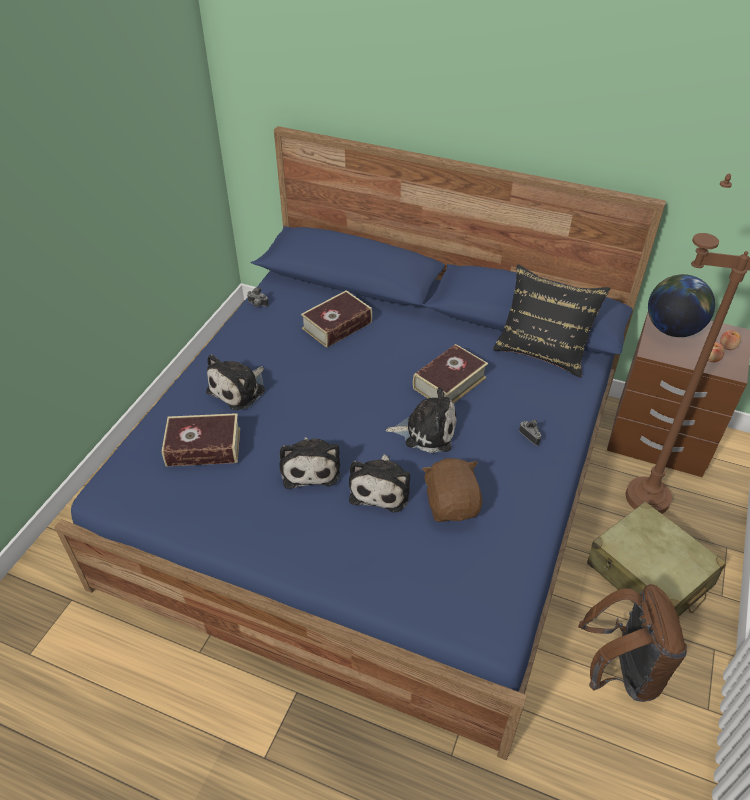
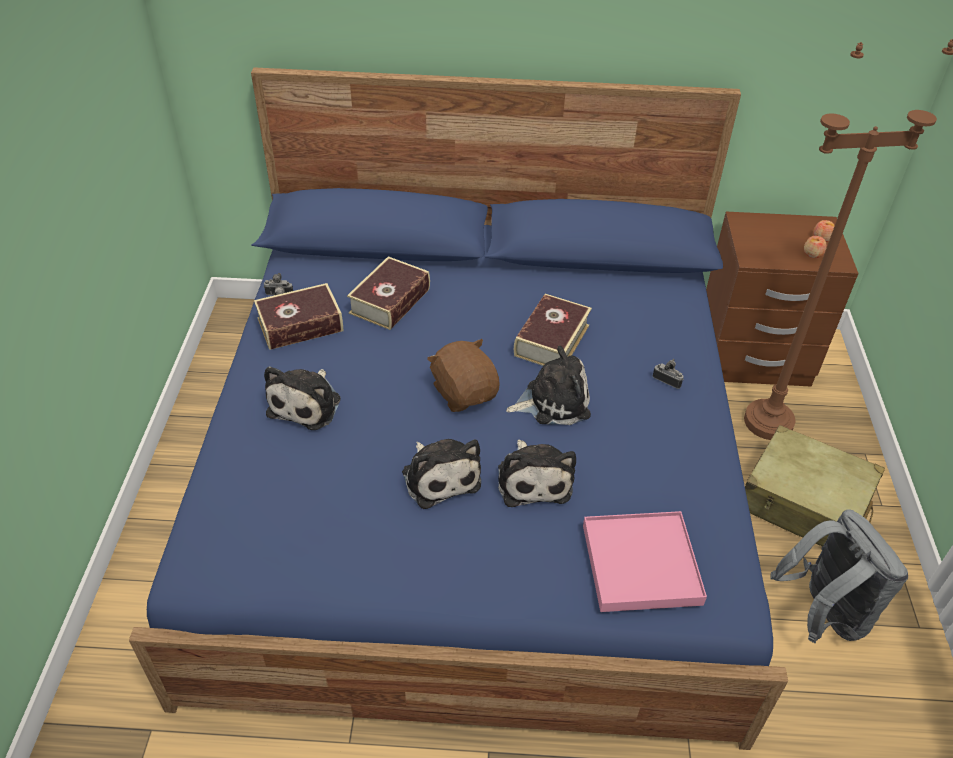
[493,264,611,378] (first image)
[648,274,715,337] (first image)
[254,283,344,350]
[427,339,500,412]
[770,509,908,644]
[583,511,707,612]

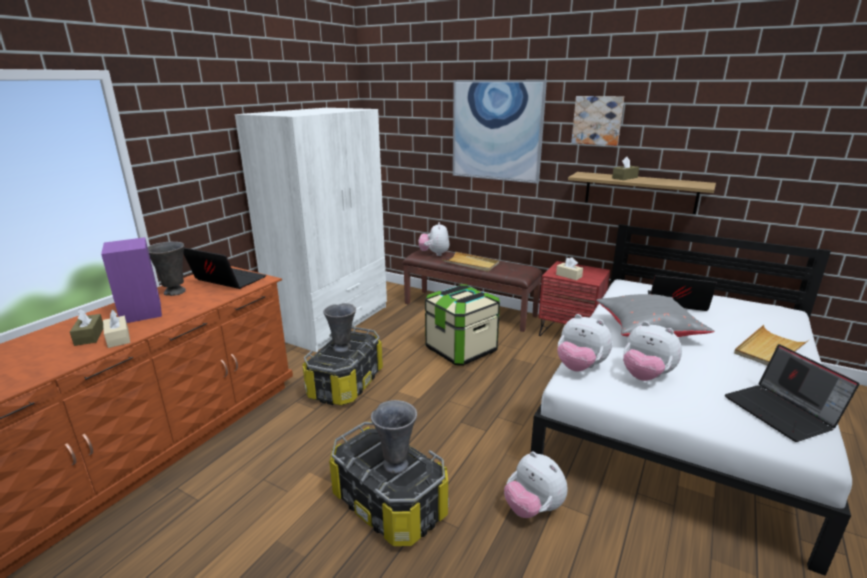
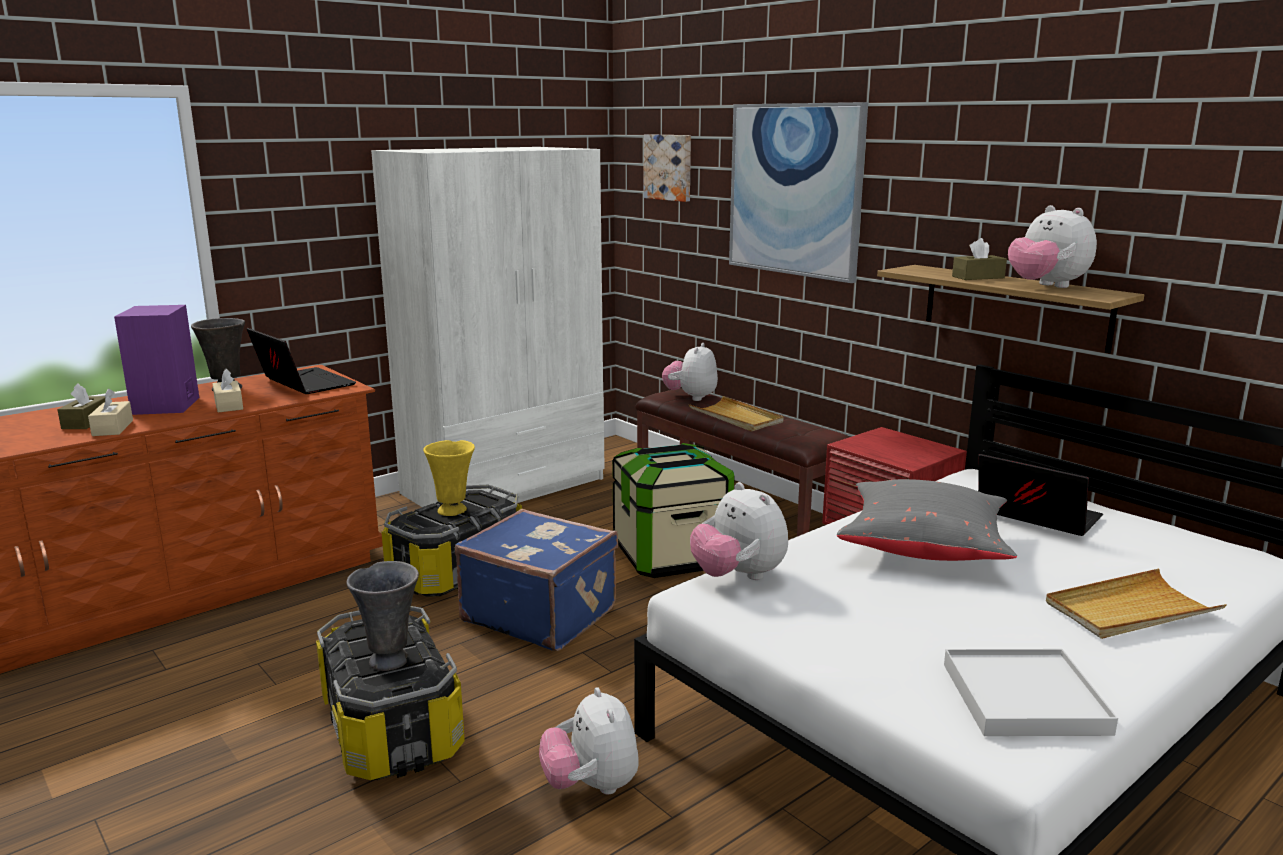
[644,134,691,202]
[212,369,243,413]
[423,440,475,516]
[1008,205,1097,288]
[944,649,1118,736]
[455,509,618,651]

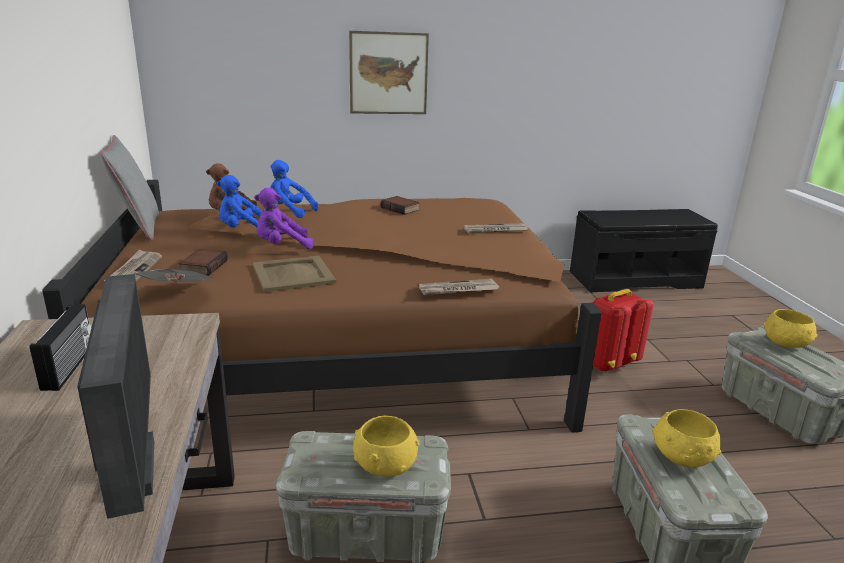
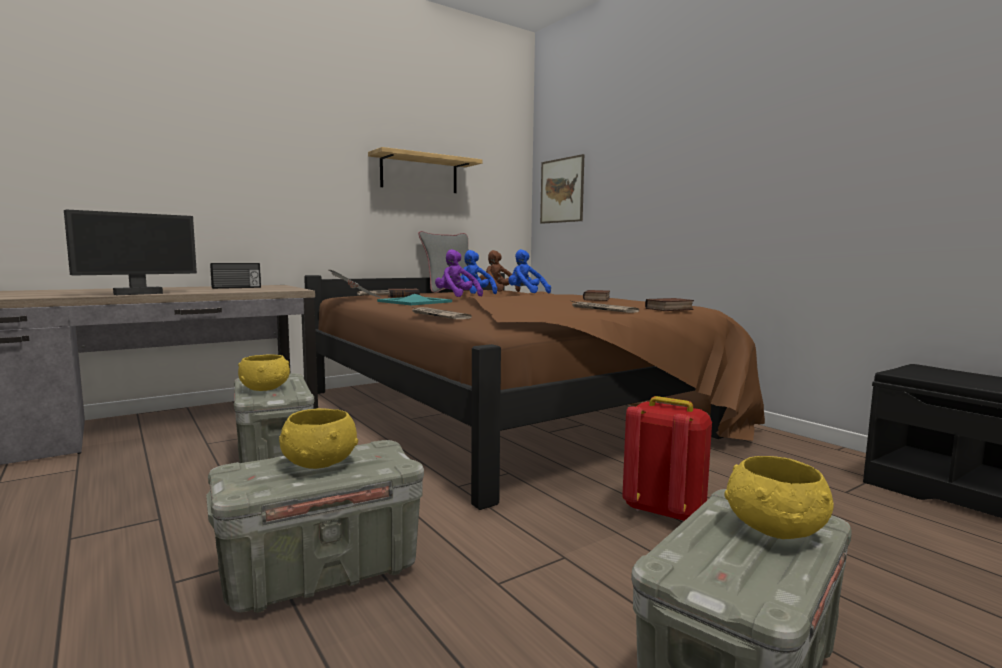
[540,154,584,224]
[508,249,551,293]
[377,294,452,305]
[368,147,482,193]
[645,298,694,311]

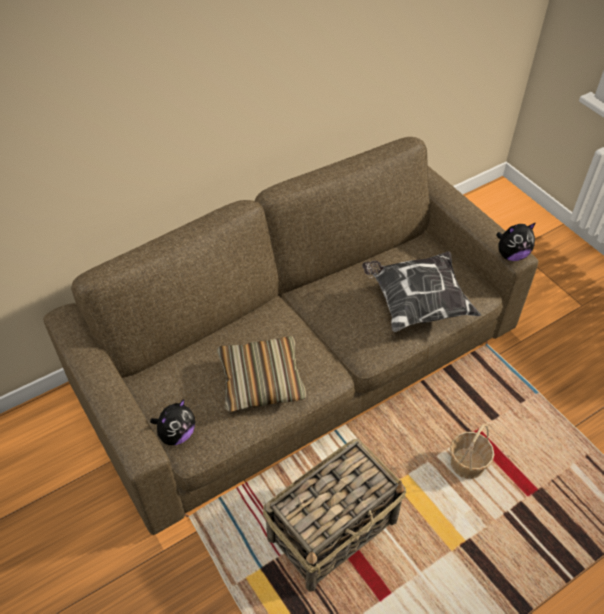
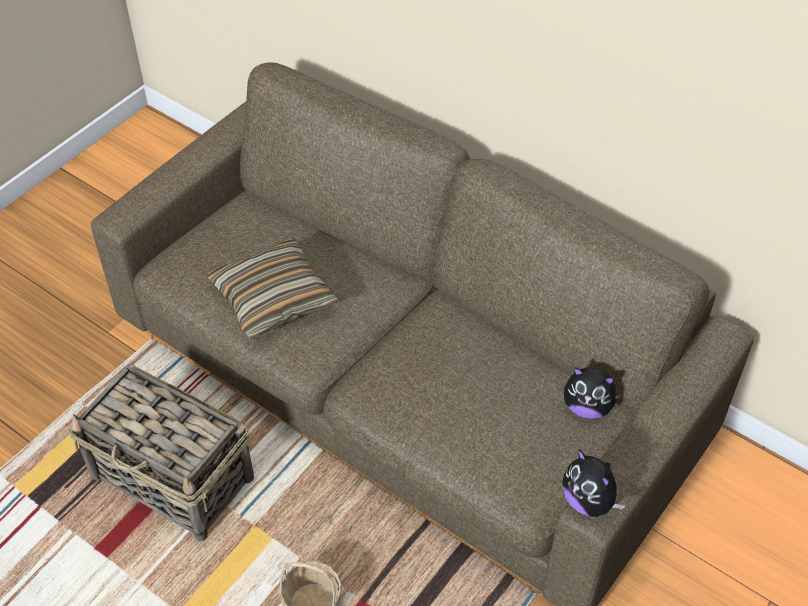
[362,252,481,332] (first image)
[564,367,622,419]

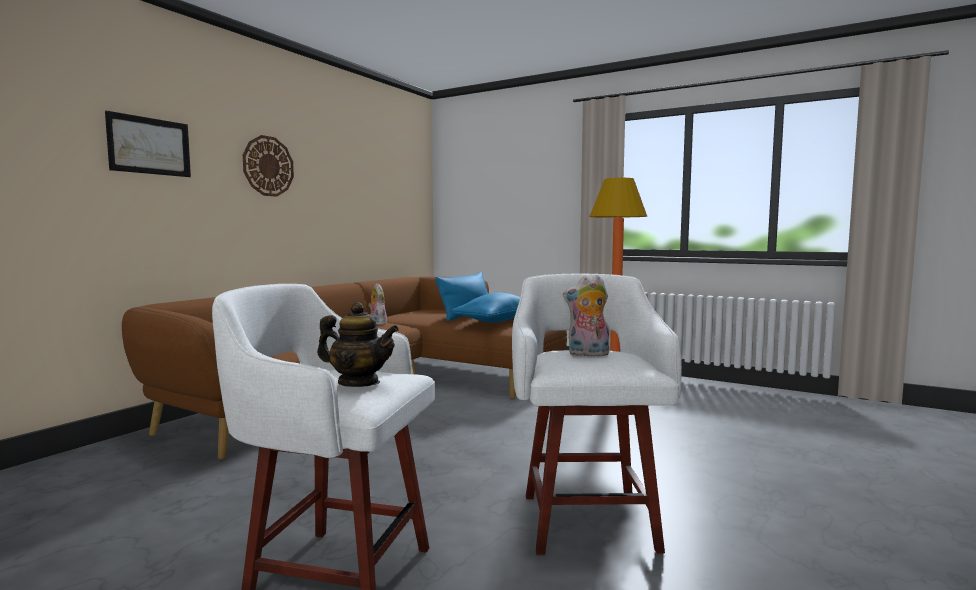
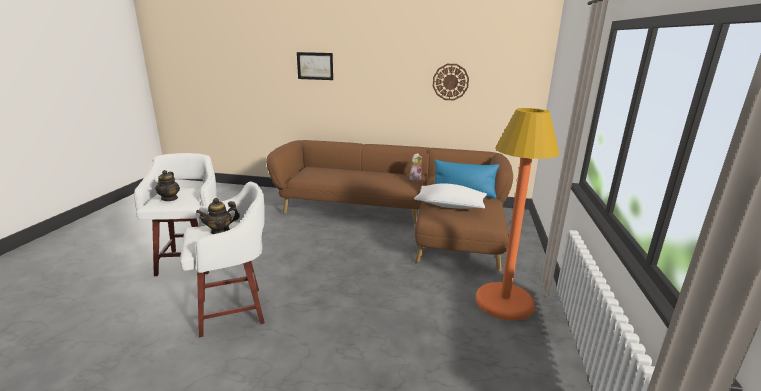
[433,64,469,100]
[196,198,240,234]
[414,184,487,209]

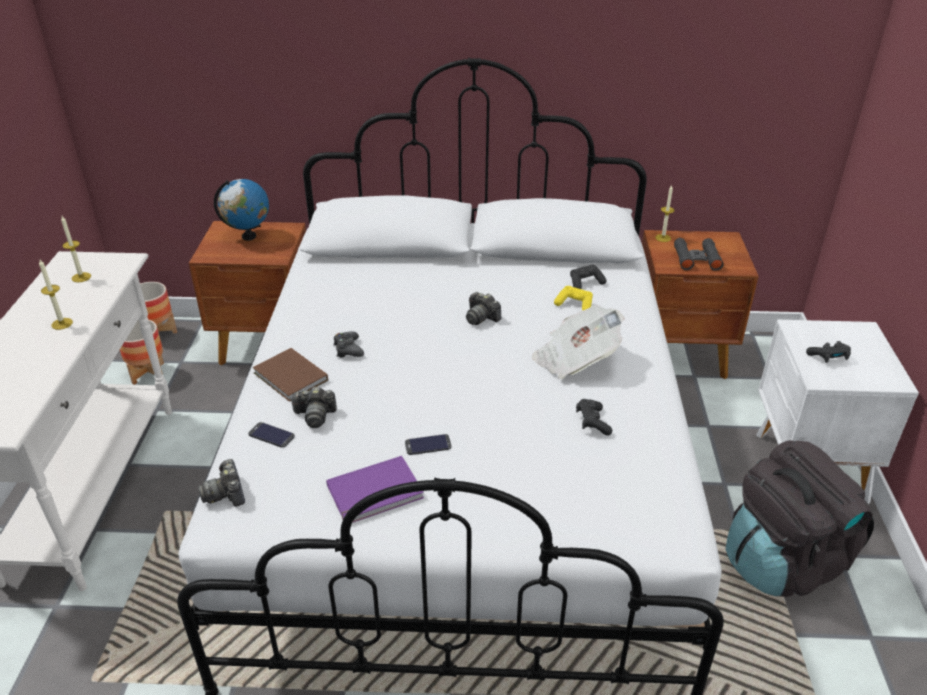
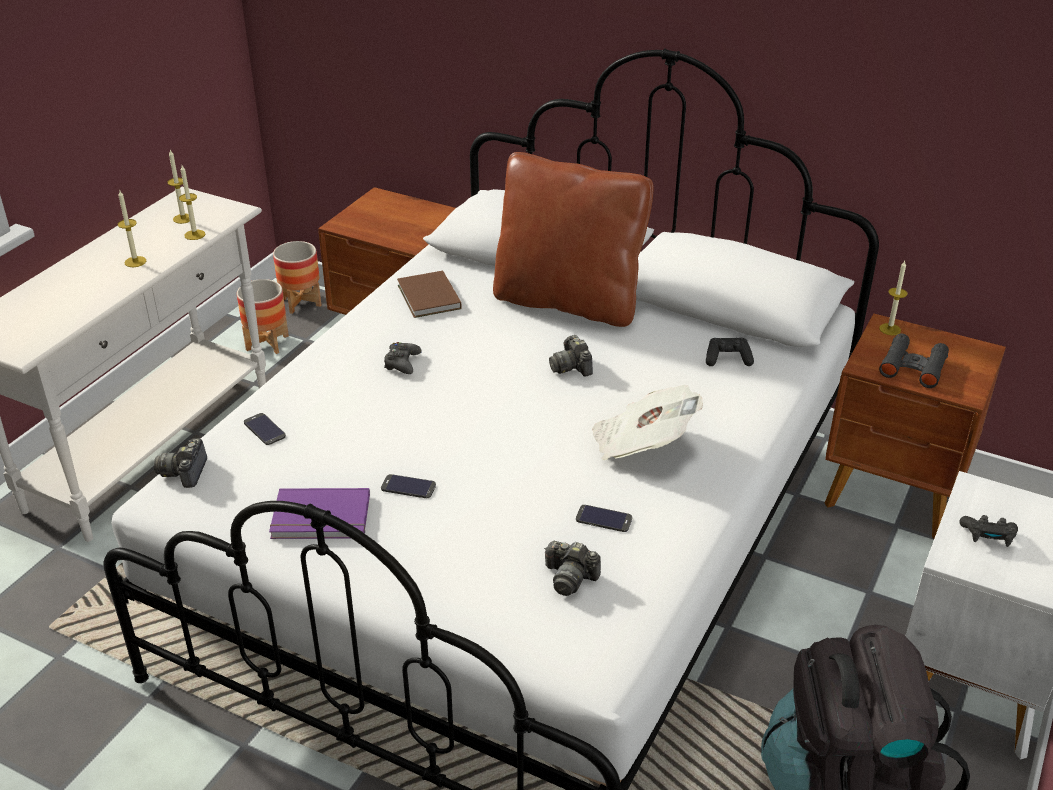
[214,179,269,241] (first image)
[554,286,593,310] (first image)
[397,271,462,318]
[544,541,601,596]
[576,505,632,532]
[493,152,653,327]
[179,165,205,240]

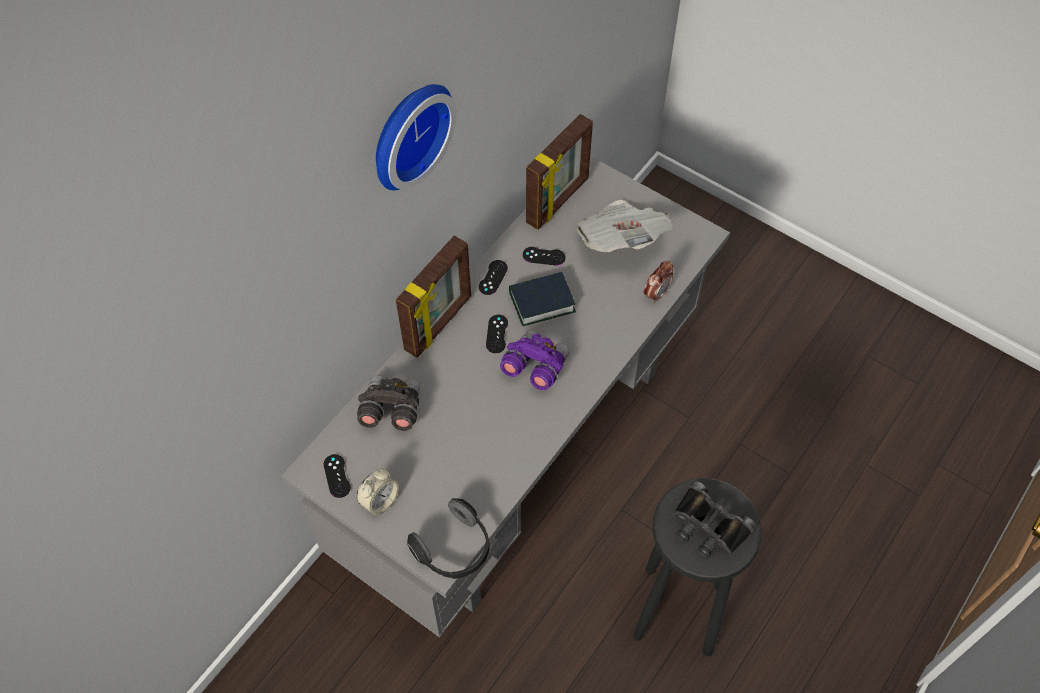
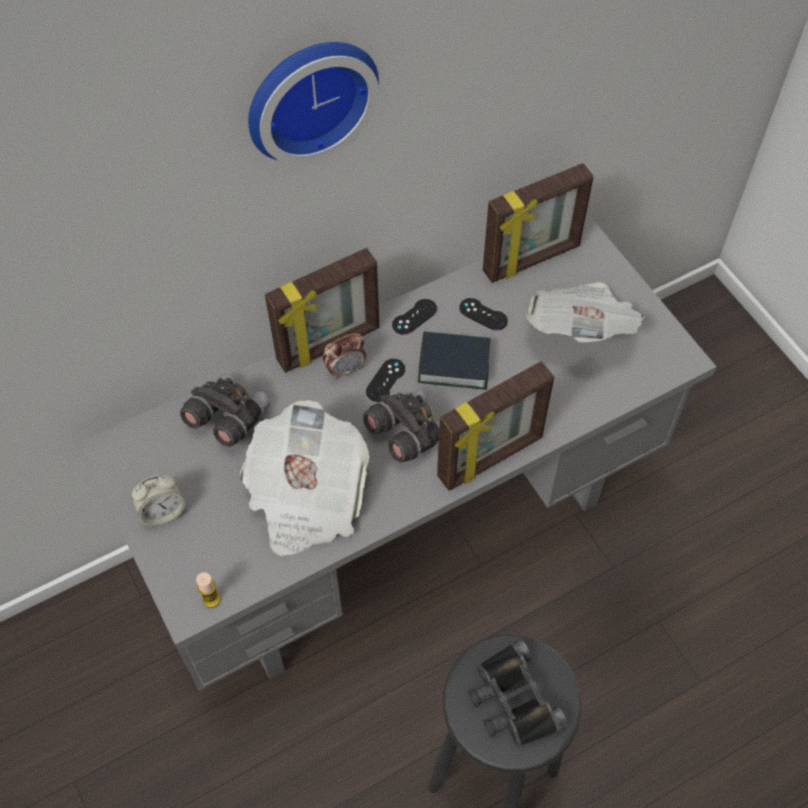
[323,333,366,379]
[363,389,440,463]
[324,454,351,498] (first image)
[196,572,221,608]
[437,361,554,491]
[240,400,370,556]

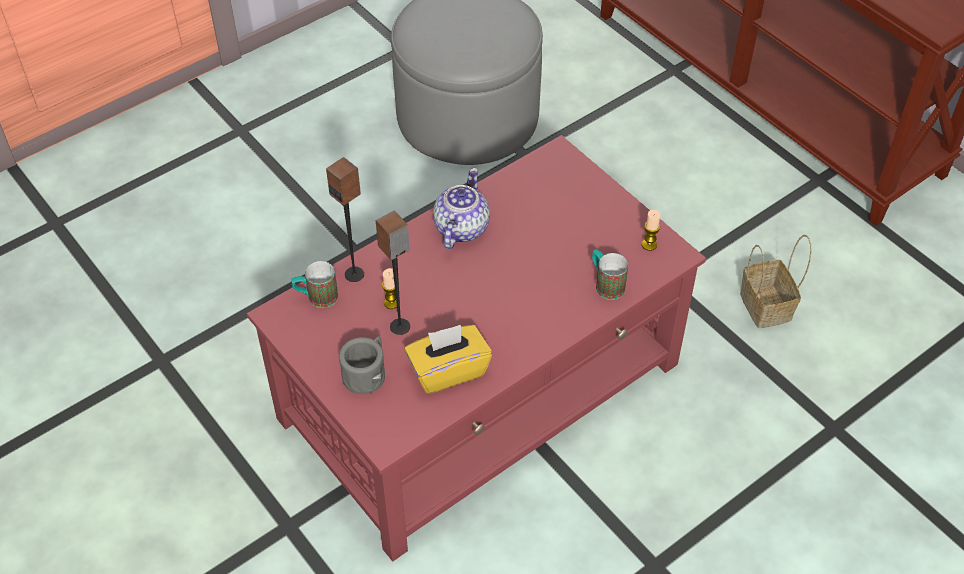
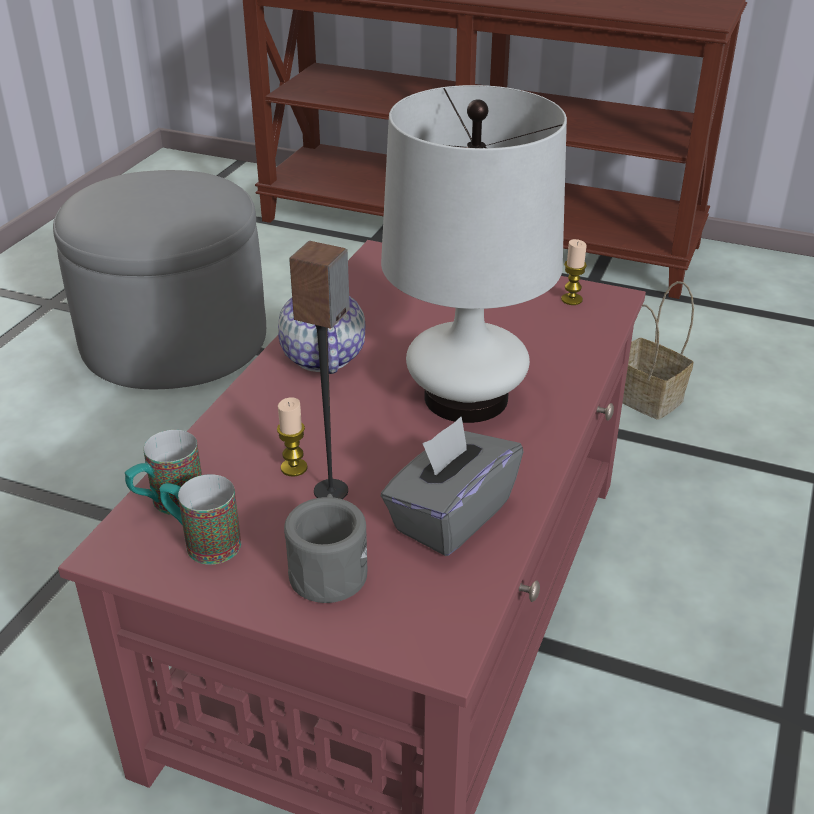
[326,157,364,282] (first image)
[159,474,241,565]
[381,416,524,556]
[381,85,567,423]

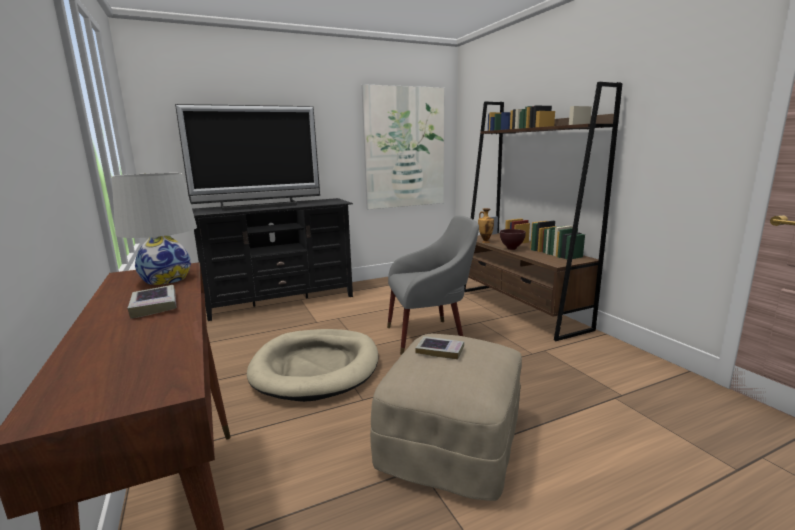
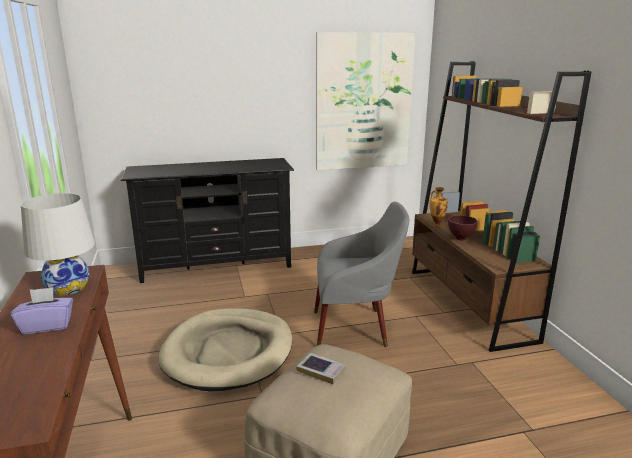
[175,104,320,211] (first image)
[11,287,73,334]

